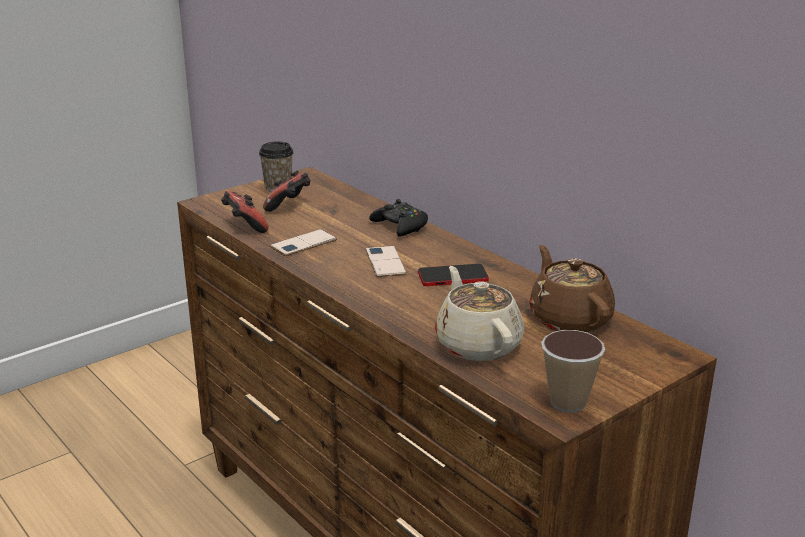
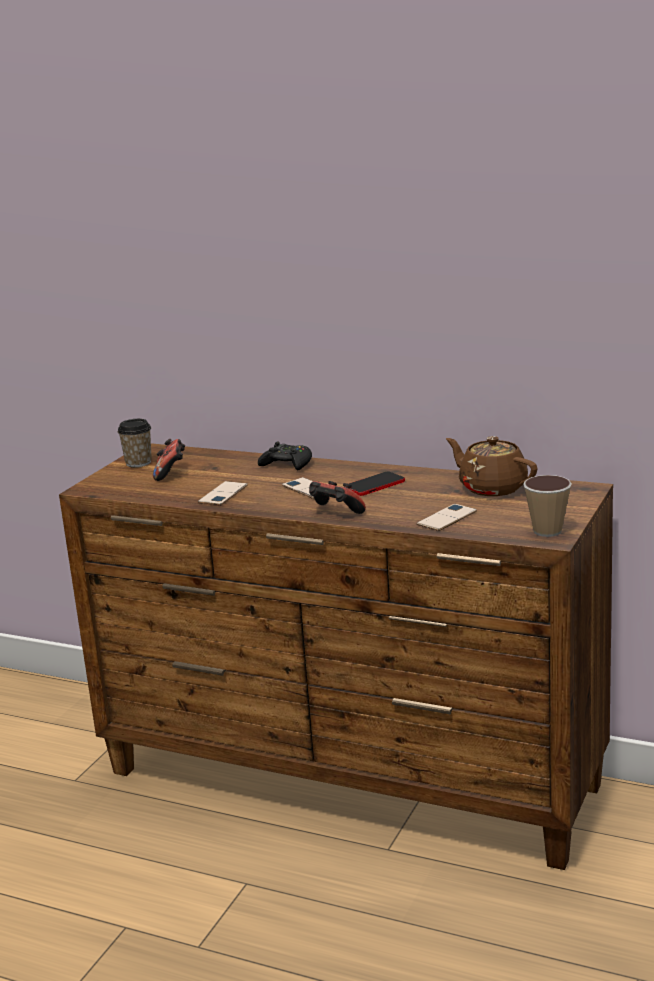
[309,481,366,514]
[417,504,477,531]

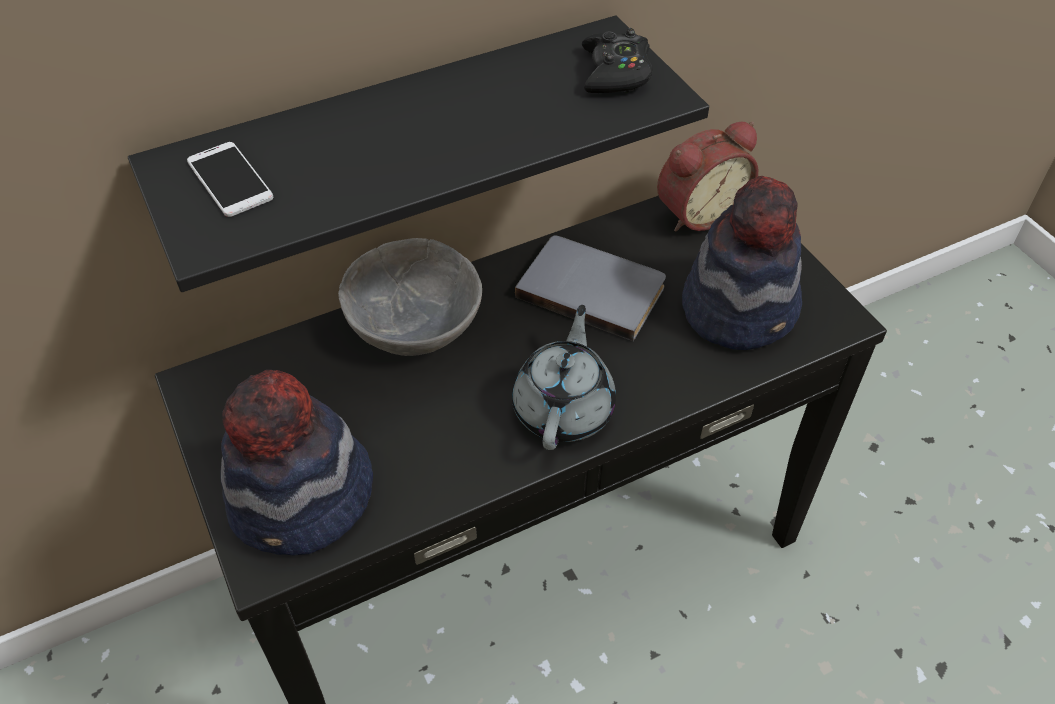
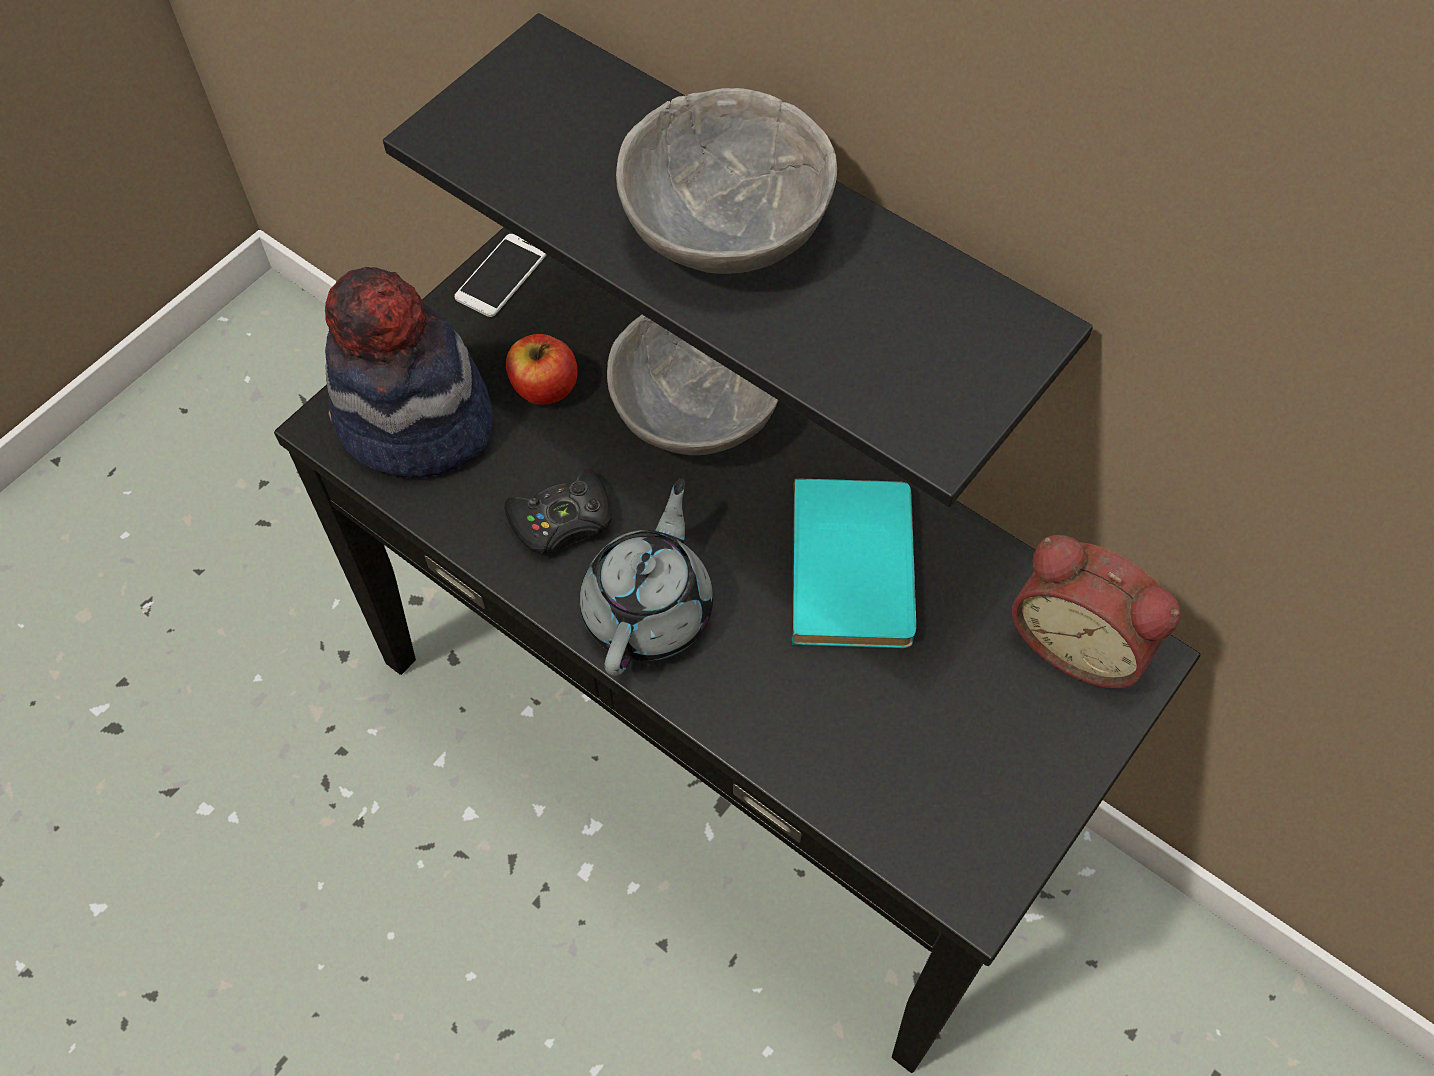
[504,469,612,554]
[454,234,547,317]
[682,176,802,350] (first image)
[792,479,916,648]
[580,478,713,676]
[616,88,837,274]
[506,334,577,405]

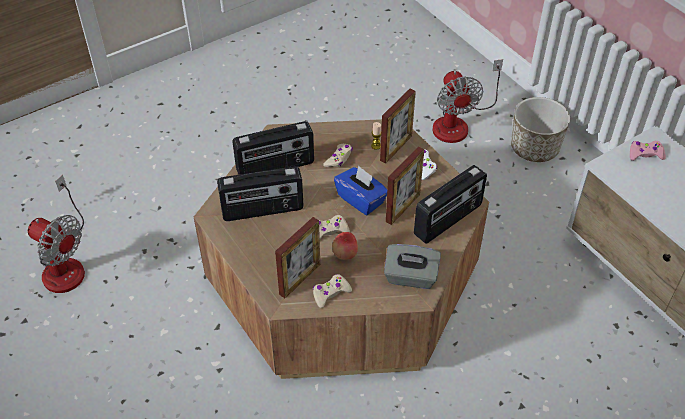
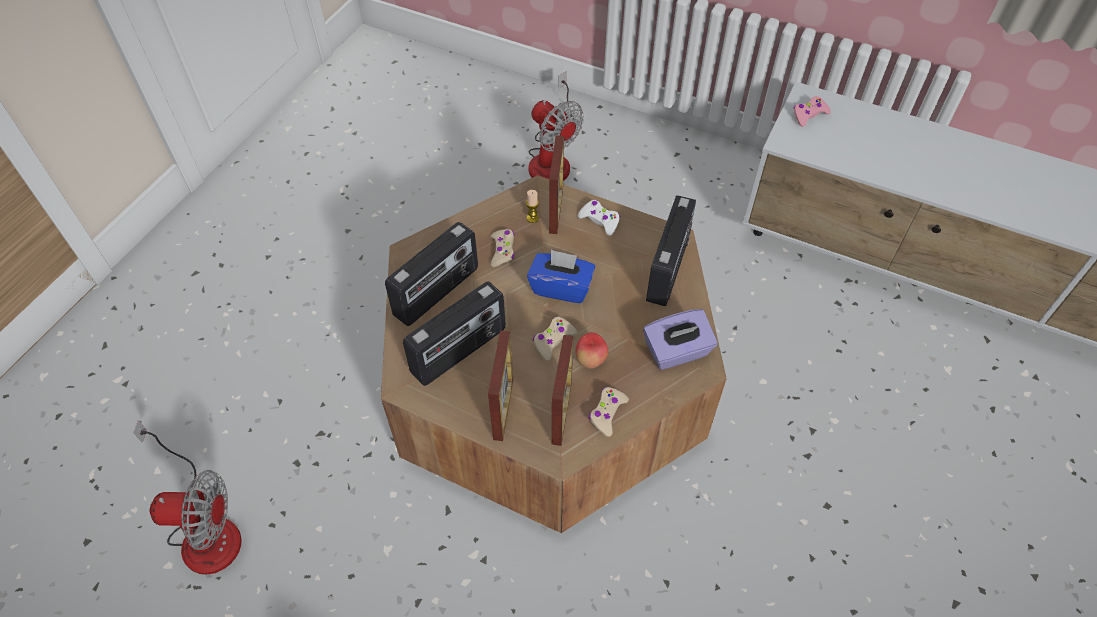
[511,97,570,162] (first image)
[488,330,513,441]
[643,309,718,370]

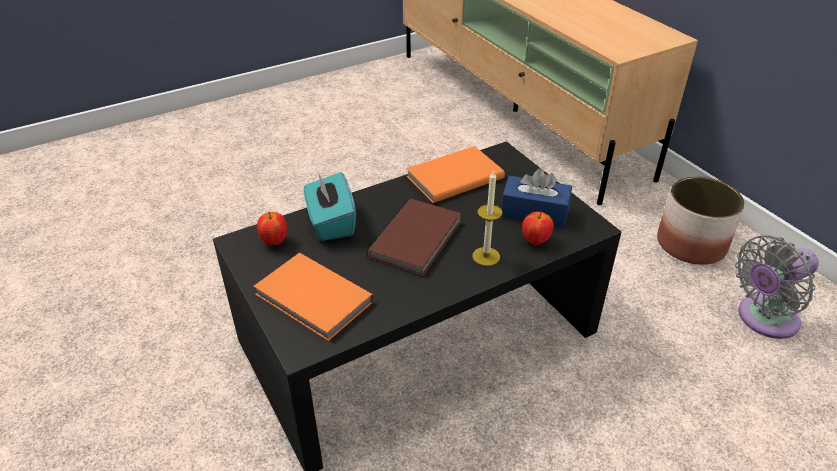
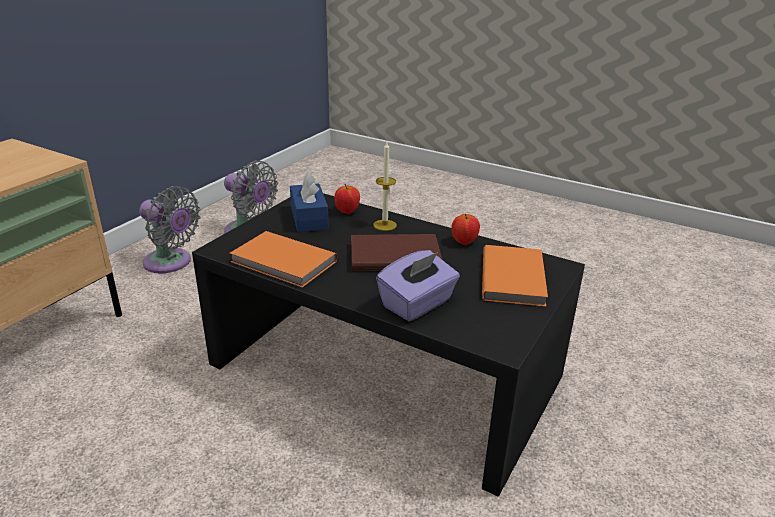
[376,250,460,321]
[139,186,201,273]
[452,214,480,245]

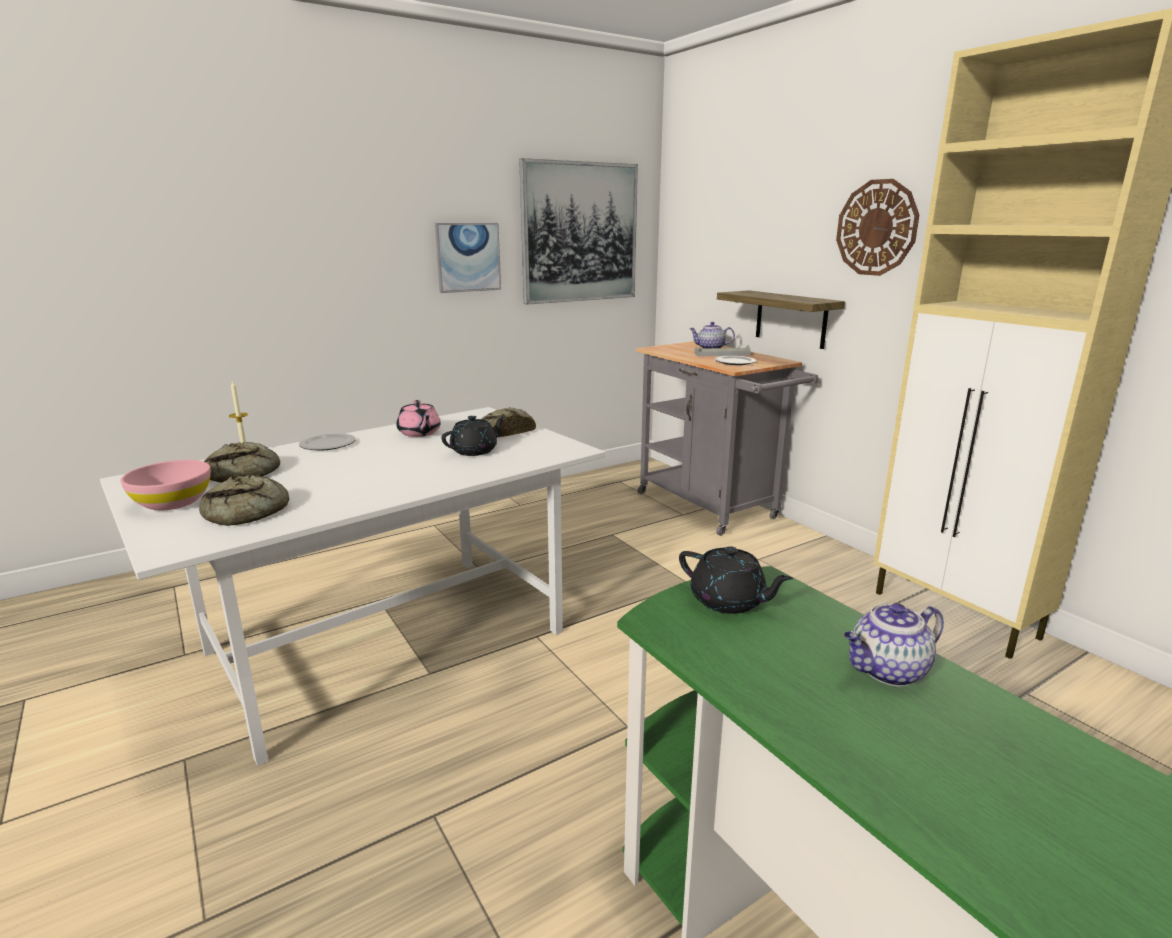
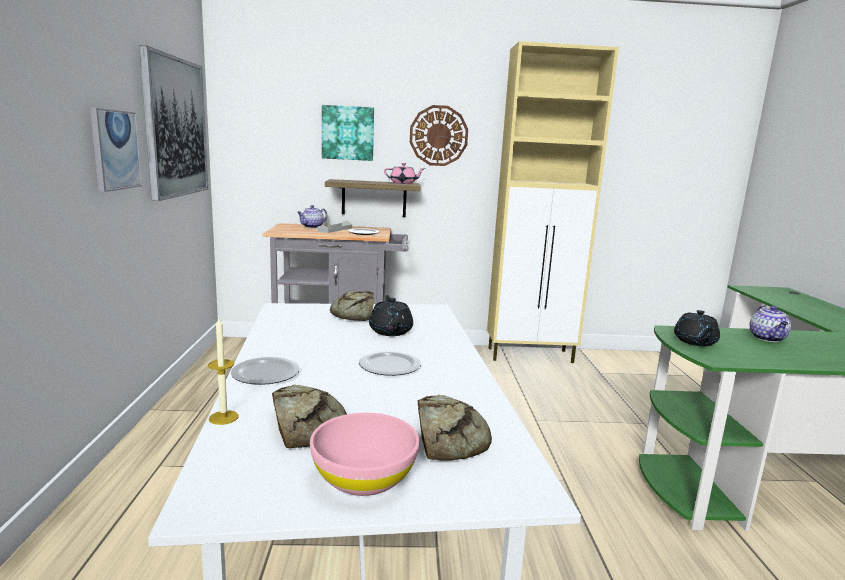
[384,163,425,184]
[674,310,720,346]
[322,105,374,161]
[359,350,421,376]

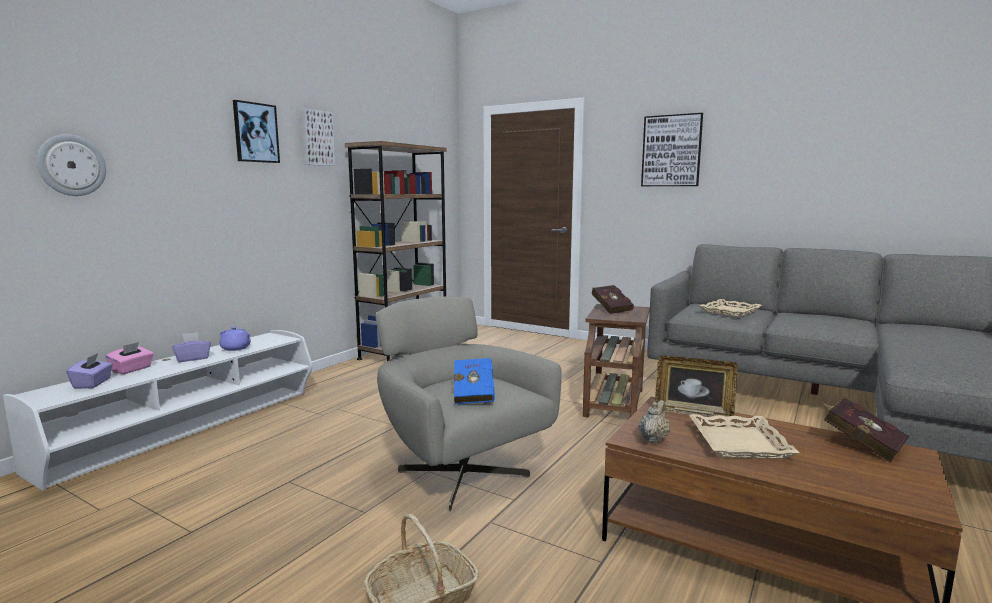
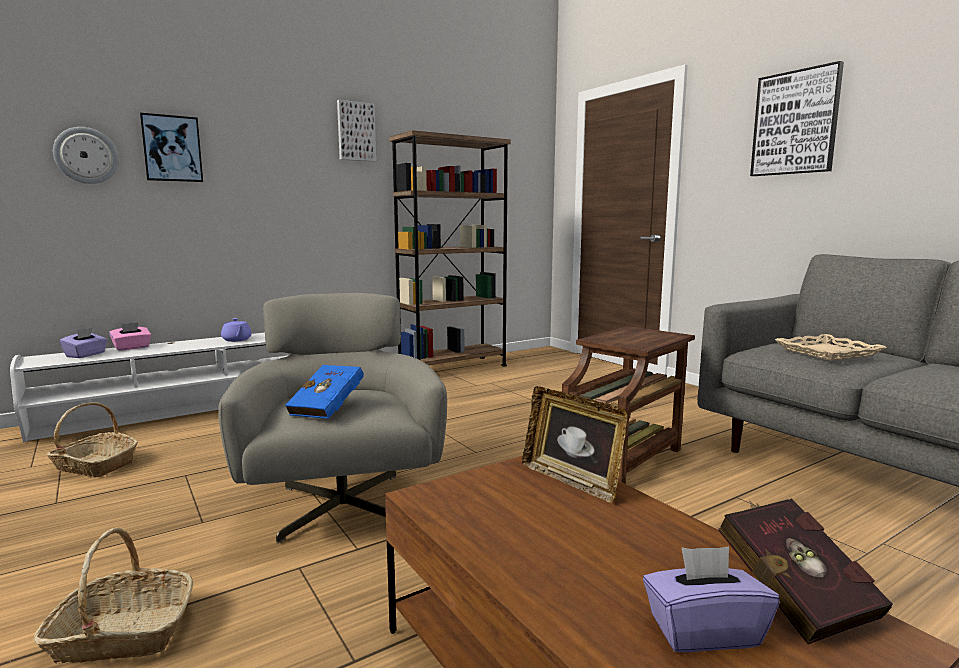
[140,113,203,182]
[591,285,634,314] (first image)
[643,547,780,652]
[639,400,670,443] (first image)
[689,414,800,459] (first image)
[47,402,138,477]

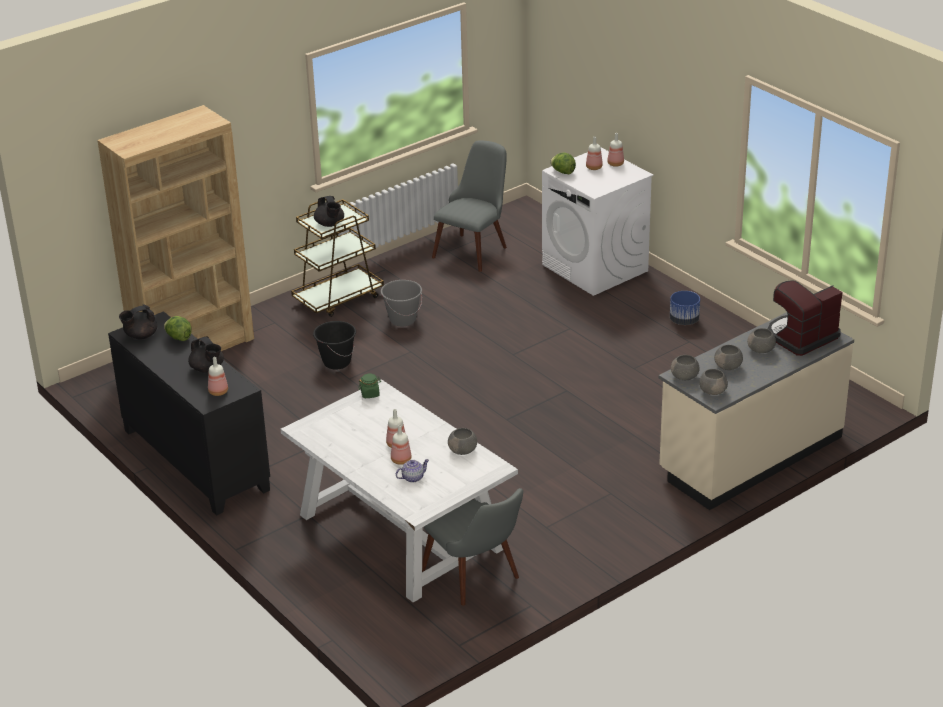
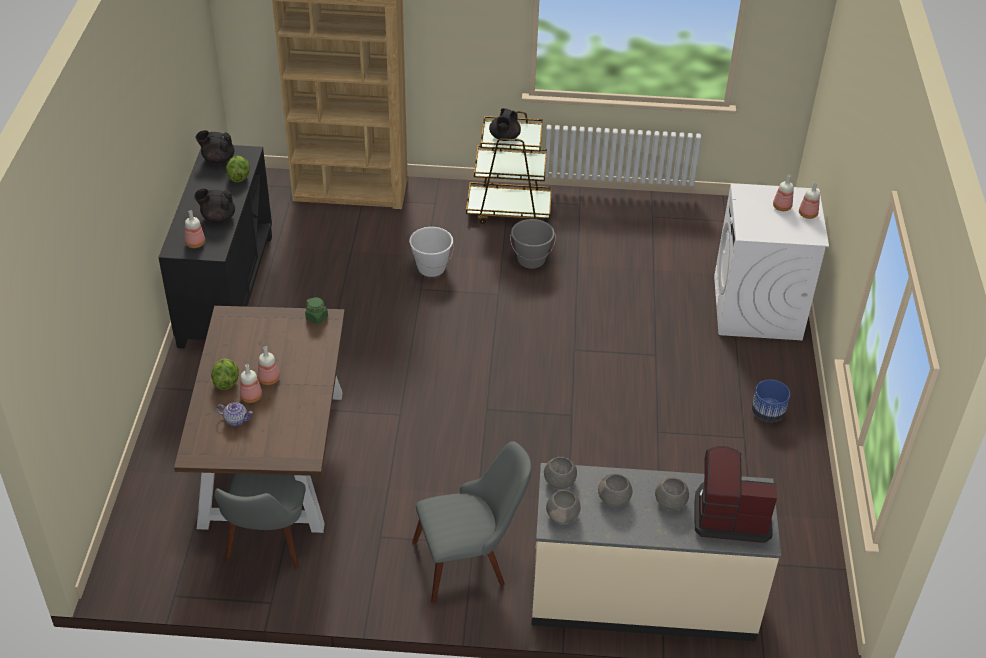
[412,441,531,604]
[211,359,239,390]
[409,227,454,277]
[194,189,235,223]
[174,306,345,533]
[448,428,477,455] (first image)

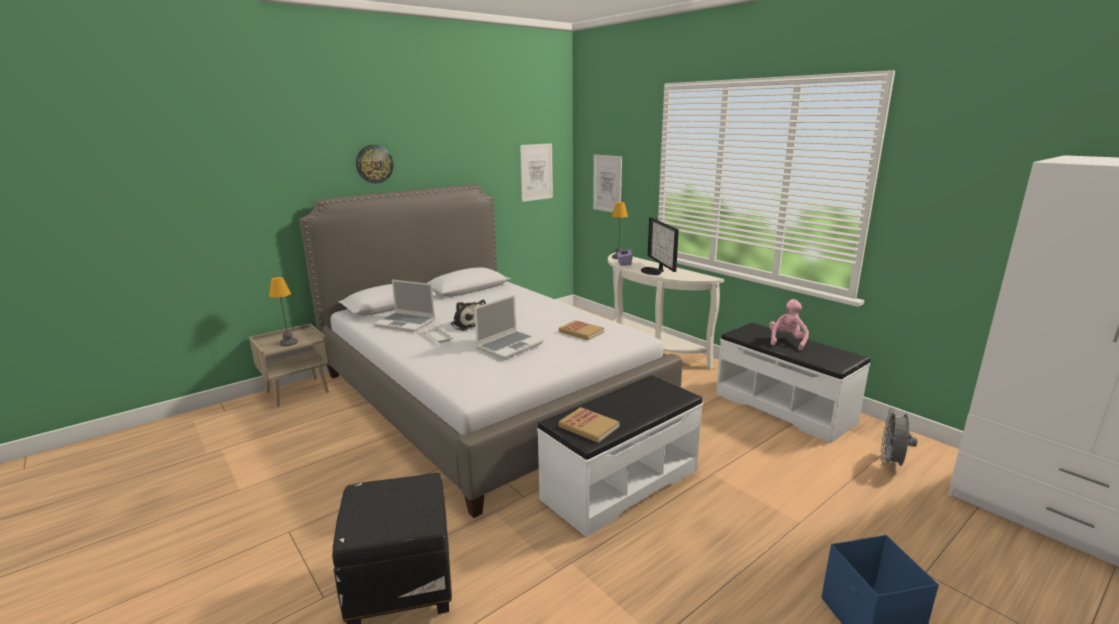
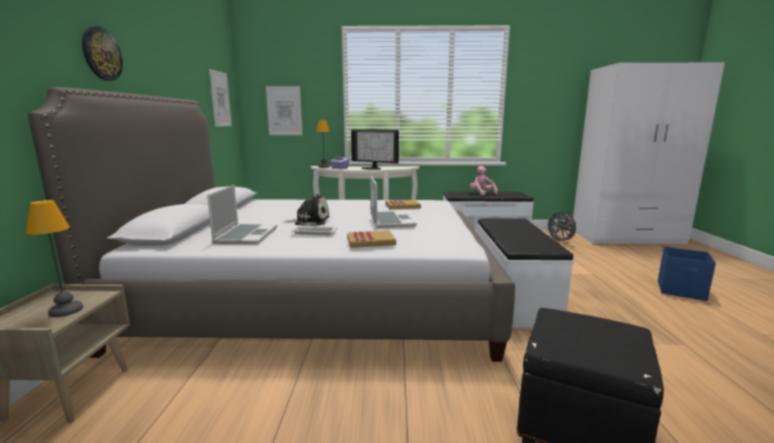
[207,185,277,244]
[347,230,396,248]

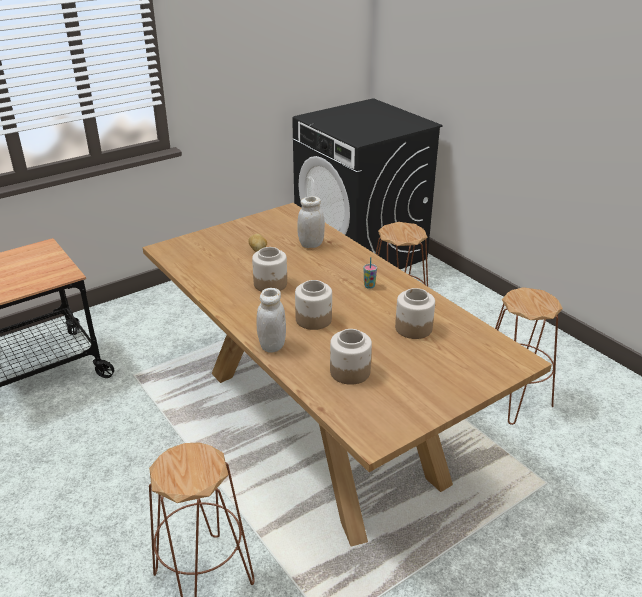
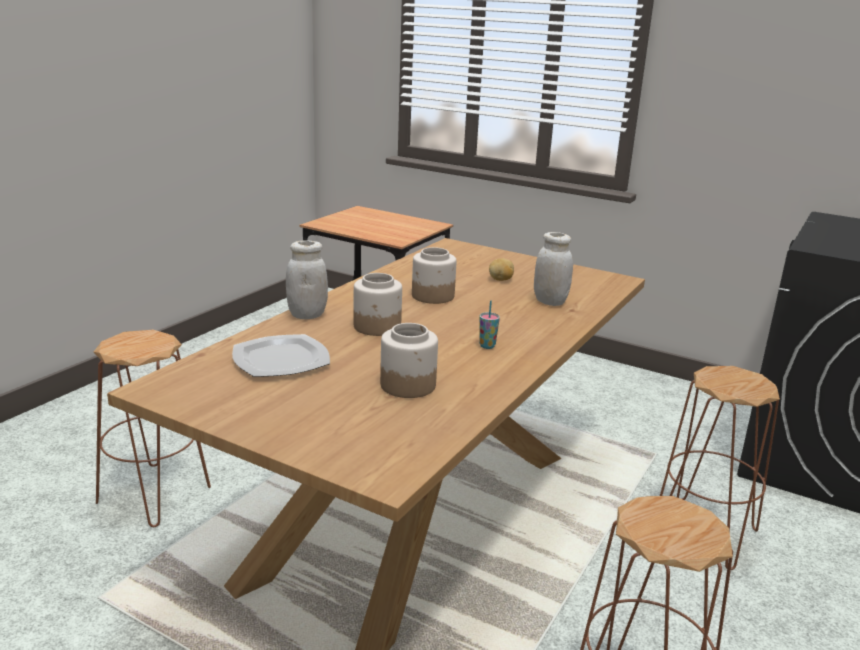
[232,334,330,377]

